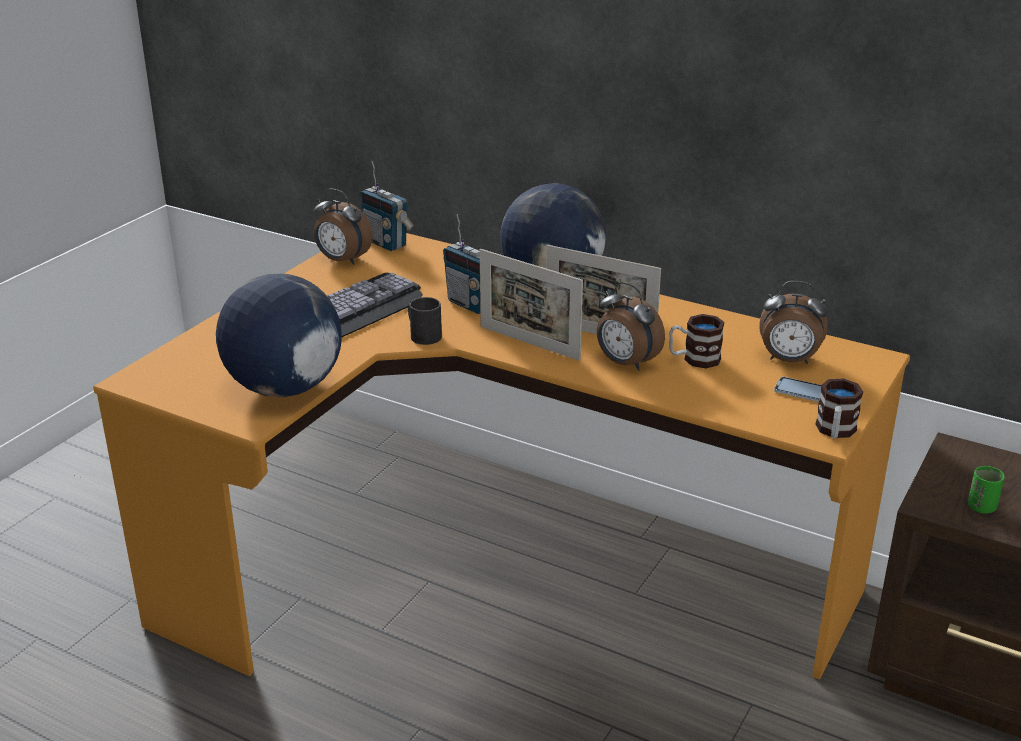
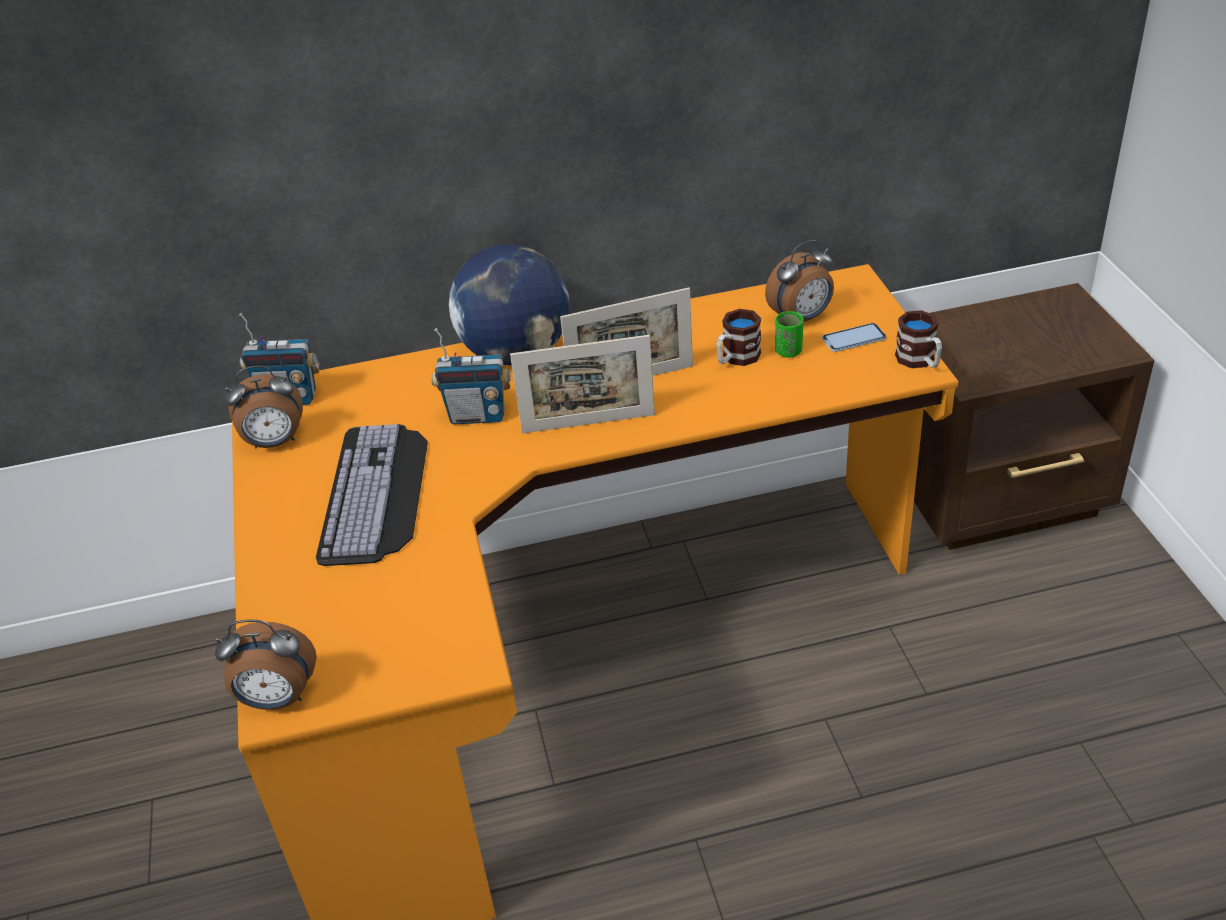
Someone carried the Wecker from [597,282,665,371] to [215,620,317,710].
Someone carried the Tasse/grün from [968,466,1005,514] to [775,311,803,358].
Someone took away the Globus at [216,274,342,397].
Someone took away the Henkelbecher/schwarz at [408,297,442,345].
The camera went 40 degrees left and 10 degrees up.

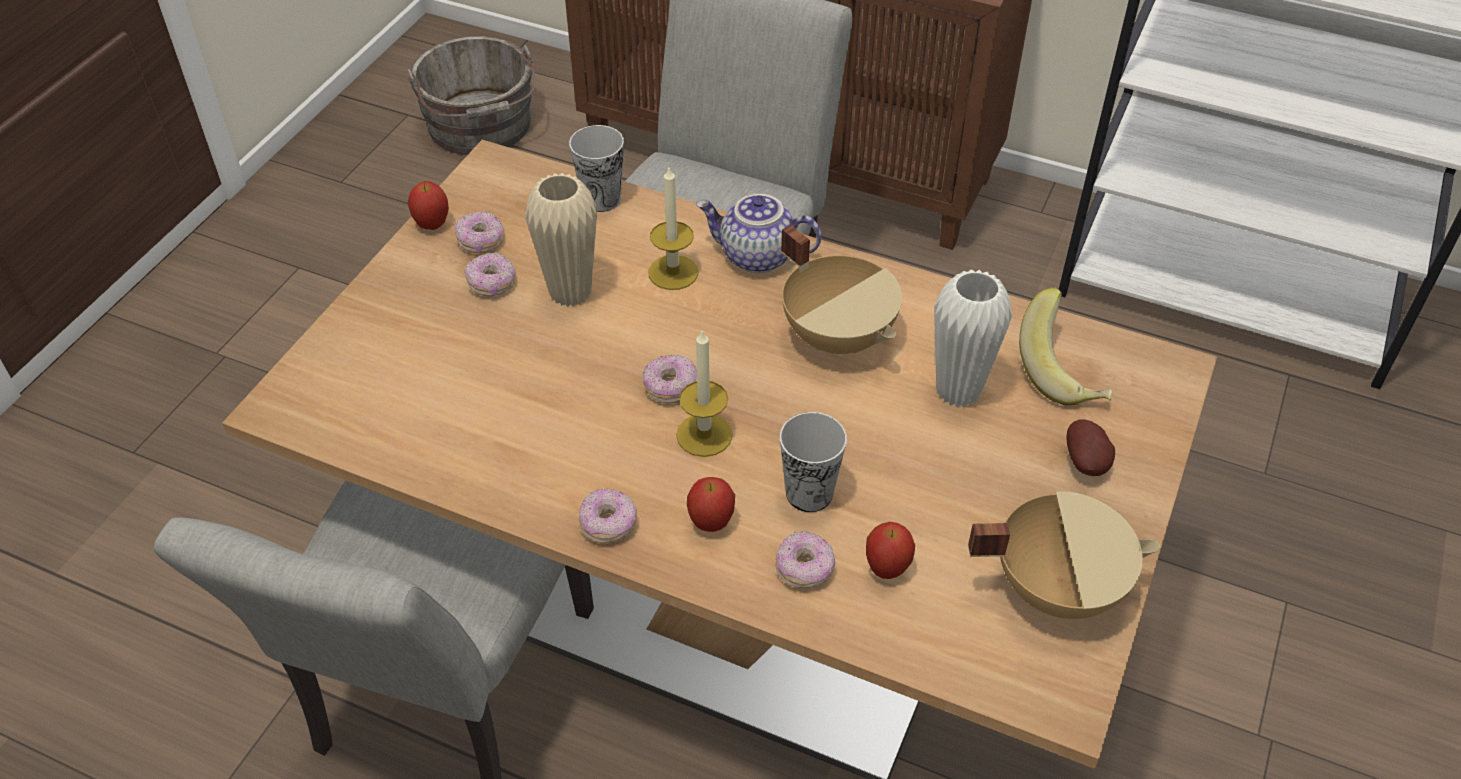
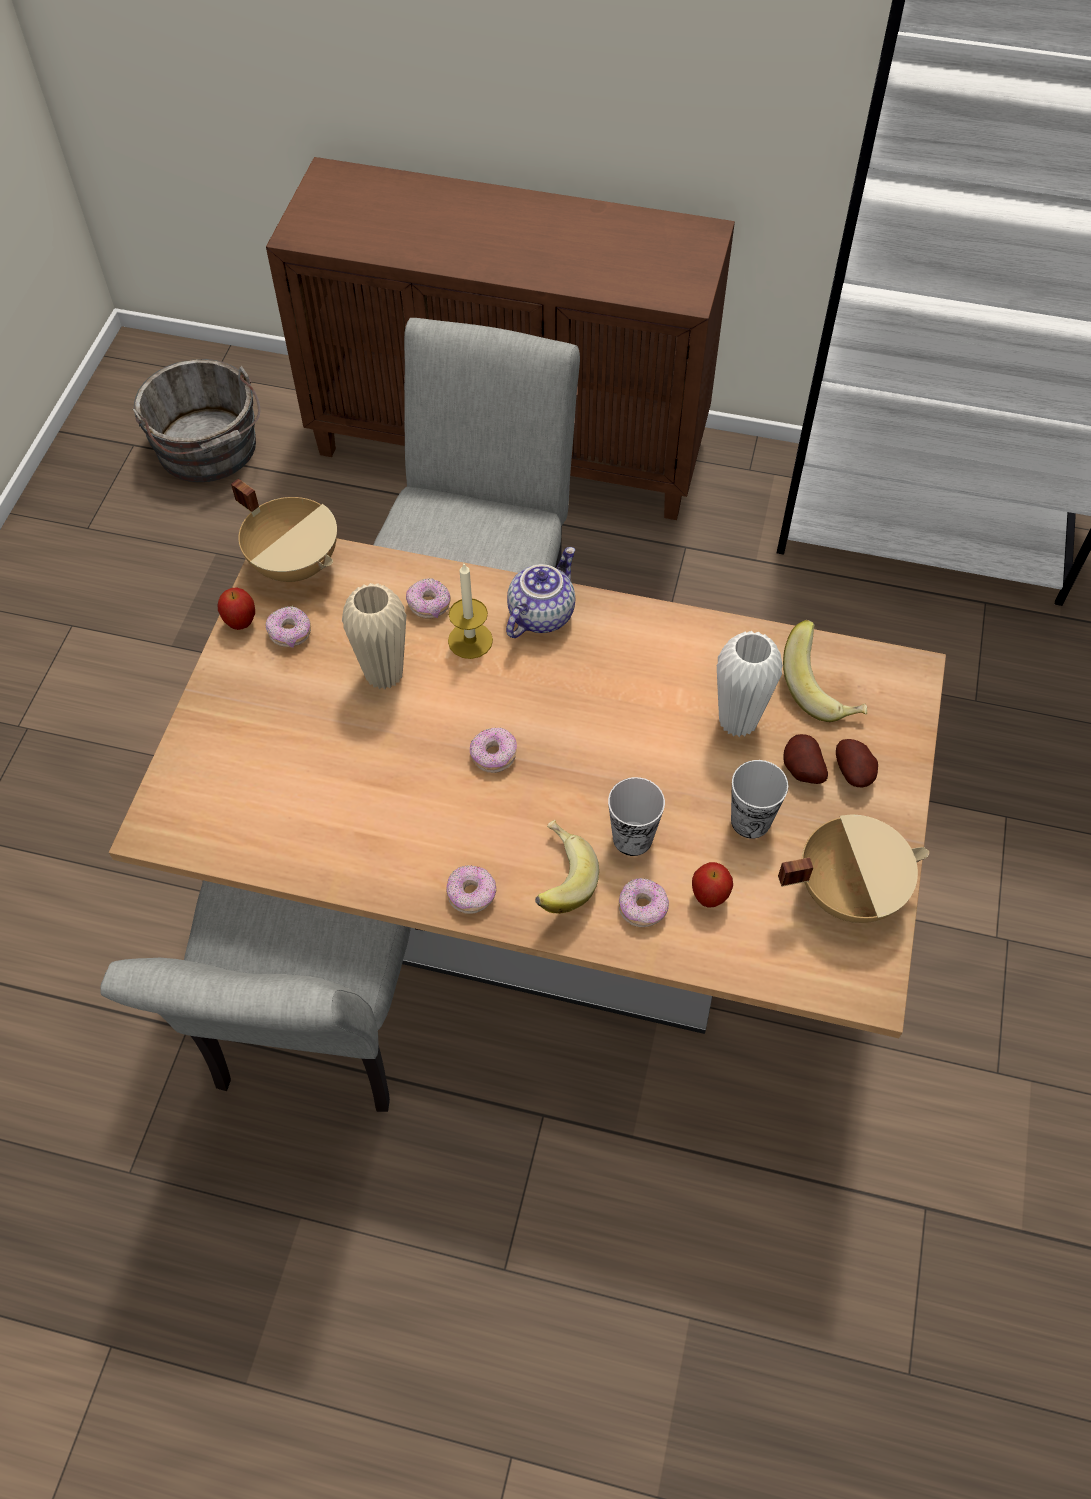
Someone carried the Kochtopf/beige from [781,225,902,354] to [231,479,337,582].
Someone carried the Donut from [465,252,516,296] to [406,578,451,619].
Someone rotated the Teekanne at [696,194,822,273] by 120 degrees clockwise.
Someone swapped the Apfel at [687,477,735,532] for the Banane at [535,820,599,914].
Someone carried the Tasse from [569,125,624,212] to [731,760,788,839].
Someone put down the Kartoffel at [784,734,828,784].
Someone took away the Kerze at [676,329,733,457].
The camera went 10 degrees left and 10 degrees up.

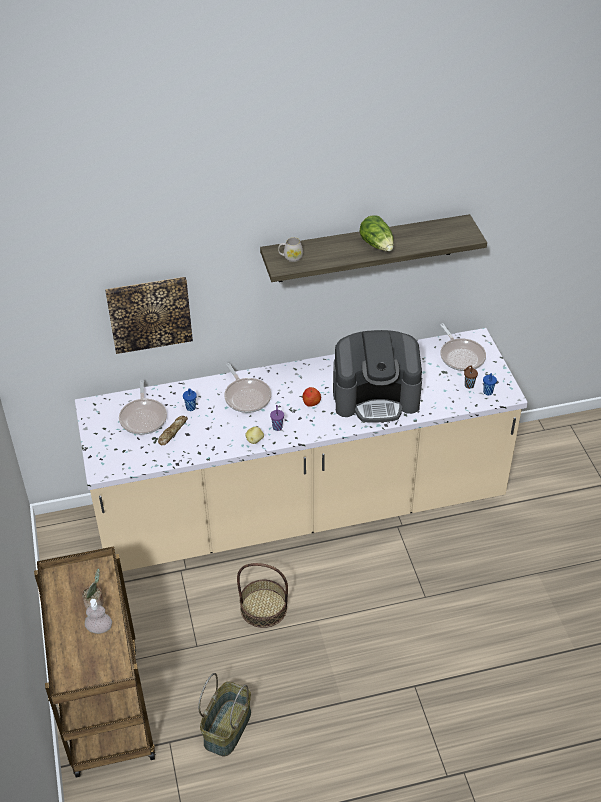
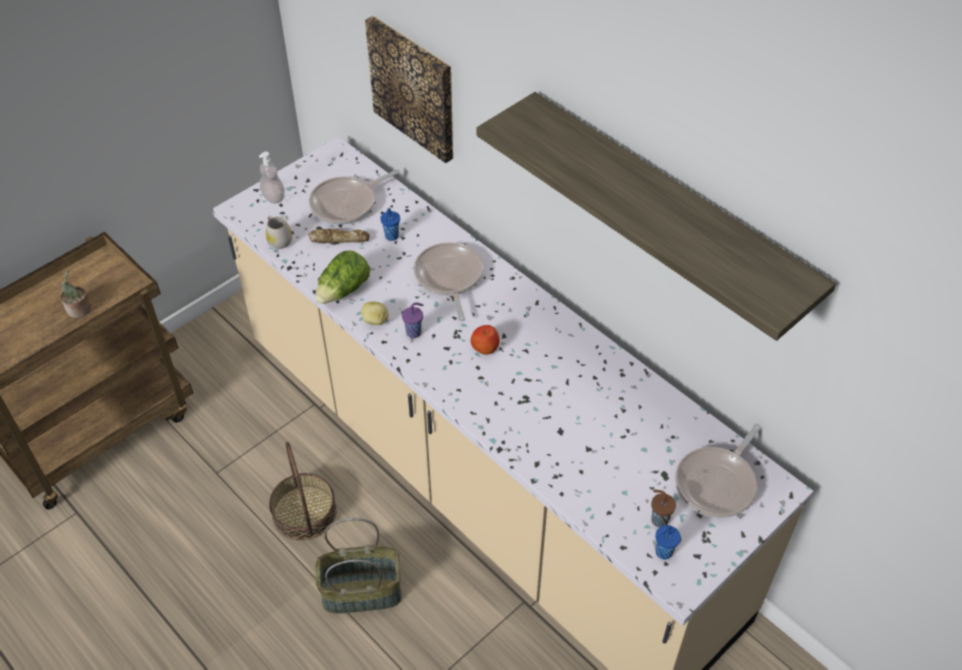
Someone carried the Seifenspender from [85,599,112,634] to [259,152,285,204].
Someone carried the Henkelbecher/weiß from [278,237,303,262] to [266,215,292,249].
Someone carried the Salatkopf from [360,215,394,251] to [315,250,370,304].
Someone carried the Korb from [198,673,251,757] to [315,518,401,613].
Someone rotated the Pfanne at [224,363,271,413] by 135 degrees clockwise.
Someone took away the Kaffeemaschine at [333,330,422,423].
The camera went 60 degrees right and 5 degrees up.

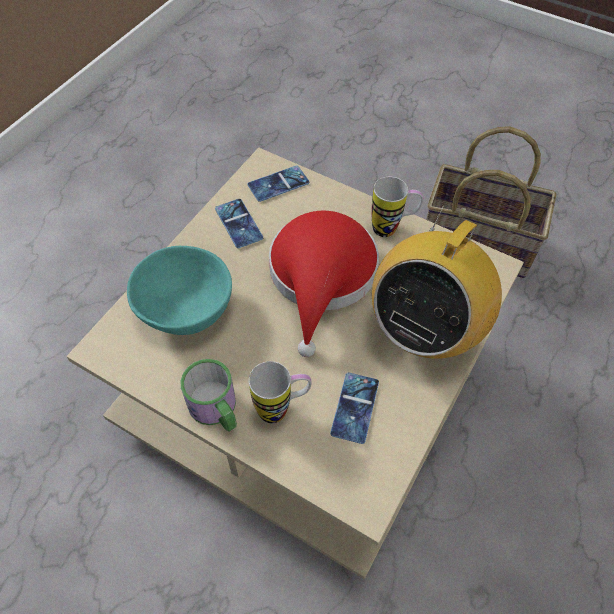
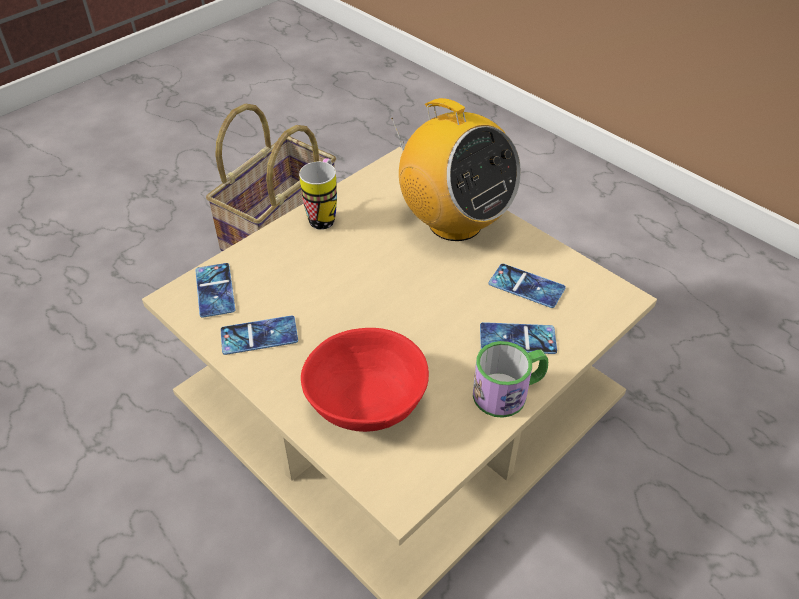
Someone repainted the Schüssel/türkis at [127,246,232,335], which became the Schüssel/rot at [301,328,429,432].
Someone swapped the Henkelbecher at [249,361,312,424] for the Handy at [480,322,557,354].
Someone took away the Hut/rot at [269,211,379,357].
The camera went 75 degrees left and 10 degrees down.

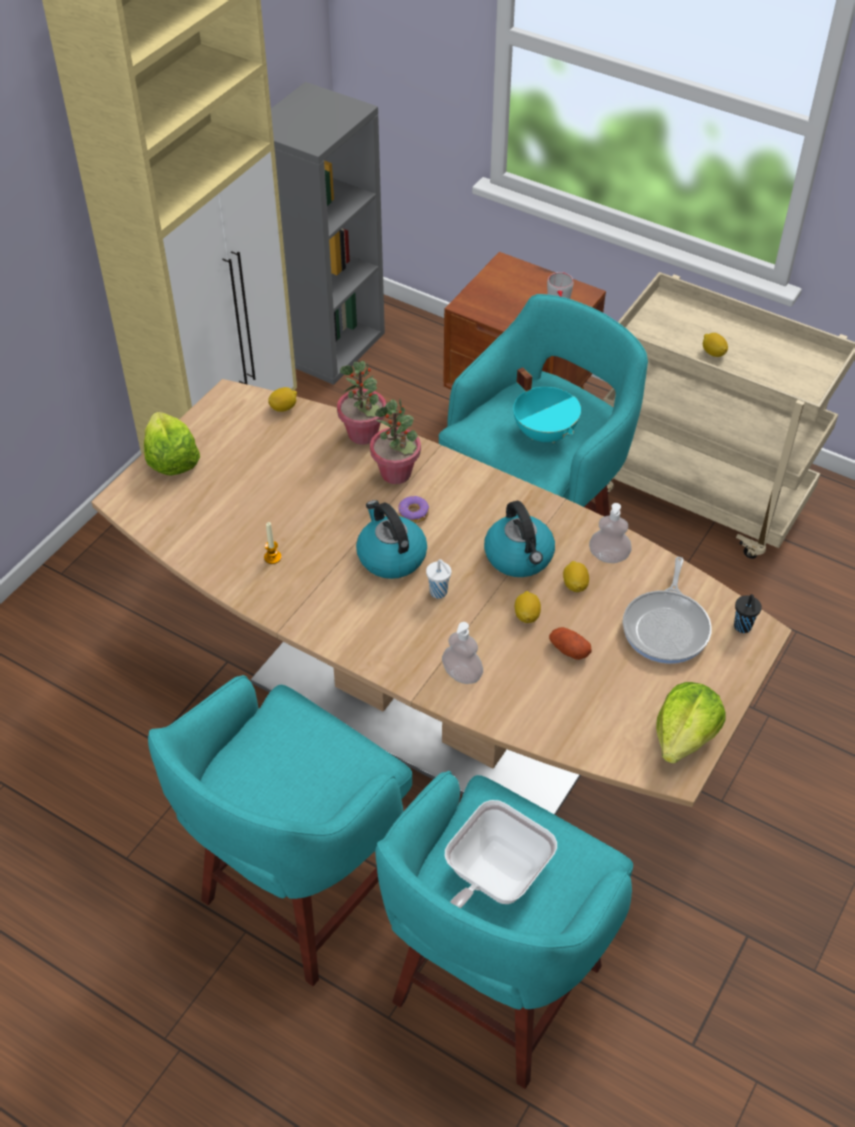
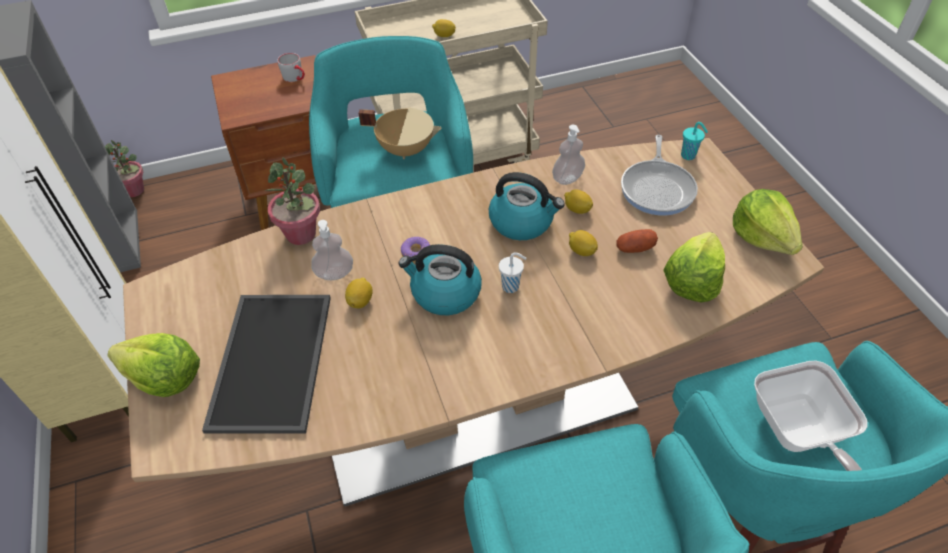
Someone carried the Topfpflanze from [370,399,421,484] to [105,140,144,197].
Someone put down the Tablett at [202,295,331,434].
Someone carried the Seifenspender from [442,622,483,684] to [311,220,353,280].
Someone carried the Zitrone from [268,387,297,412] to [345,277,373,308].
Someone repainted the Kochtopf/türkis at [513,367,581,443], which became the Kochtopf/beige at [358,108,442,159].
Someone rotated the Pfanne at [623,557,712,664] by 45 degrees clockwise.
Someone put down the Salatkopf at [663,232,725,303].
Someone repainted the Tasse/schwarz at [734,594,762,633], which became the Tasse/türkis at [681,122,708,160].
Someone took away the Kerze at [264,522,282,564].
The camera went 50 degrees left and 0 degrees up.

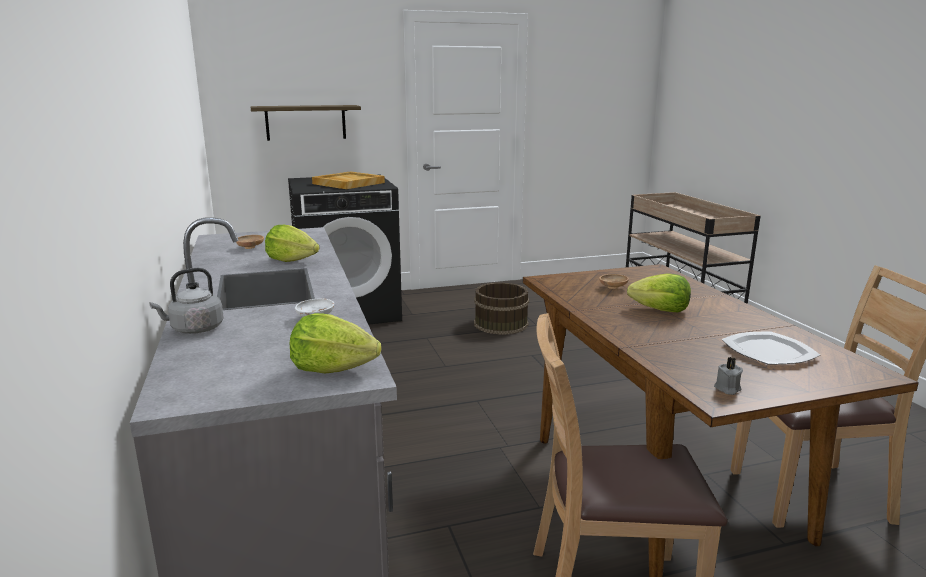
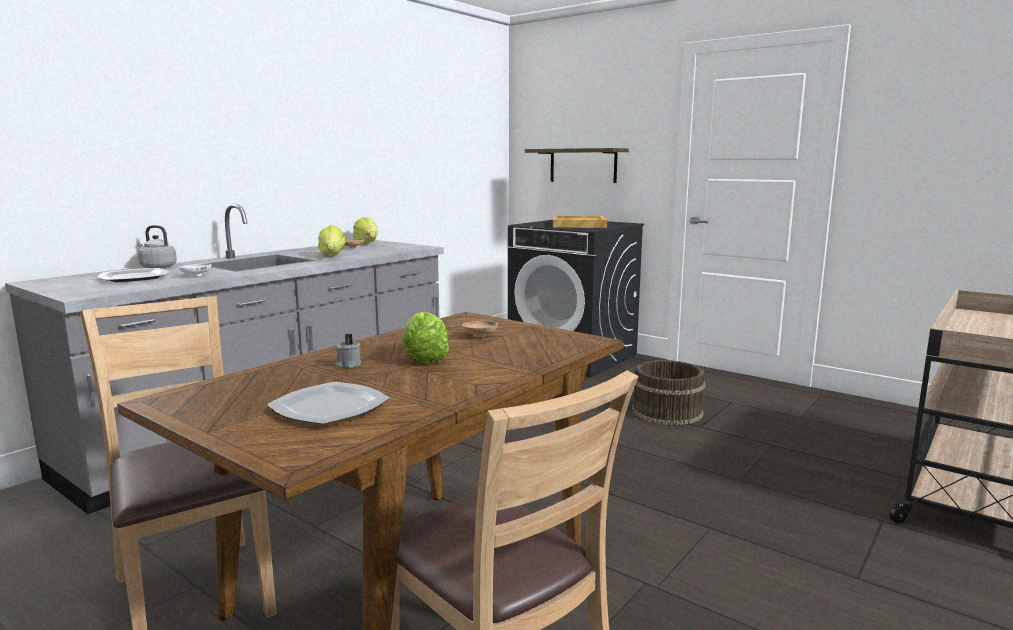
Someone put down the Teller at [98,268,169,282].
Someone carried the Kerze/grau from [714,357,743,395] to [336,334,361,368].
Someone carried the Salatkopf from [289,313,381,374] to [353,217,378,244].
The camera went 55 degrees right and 5 degrees down.

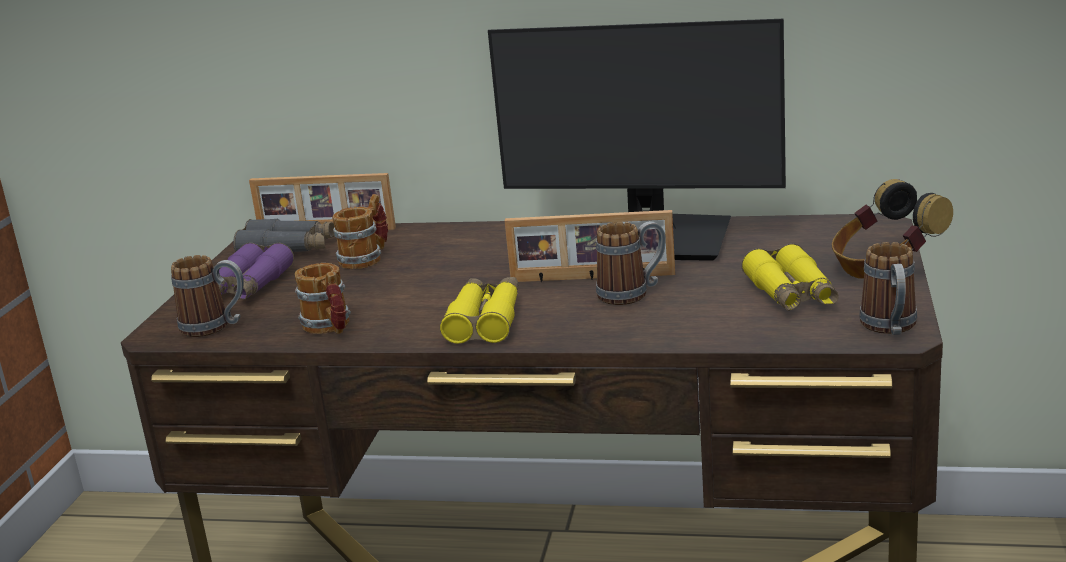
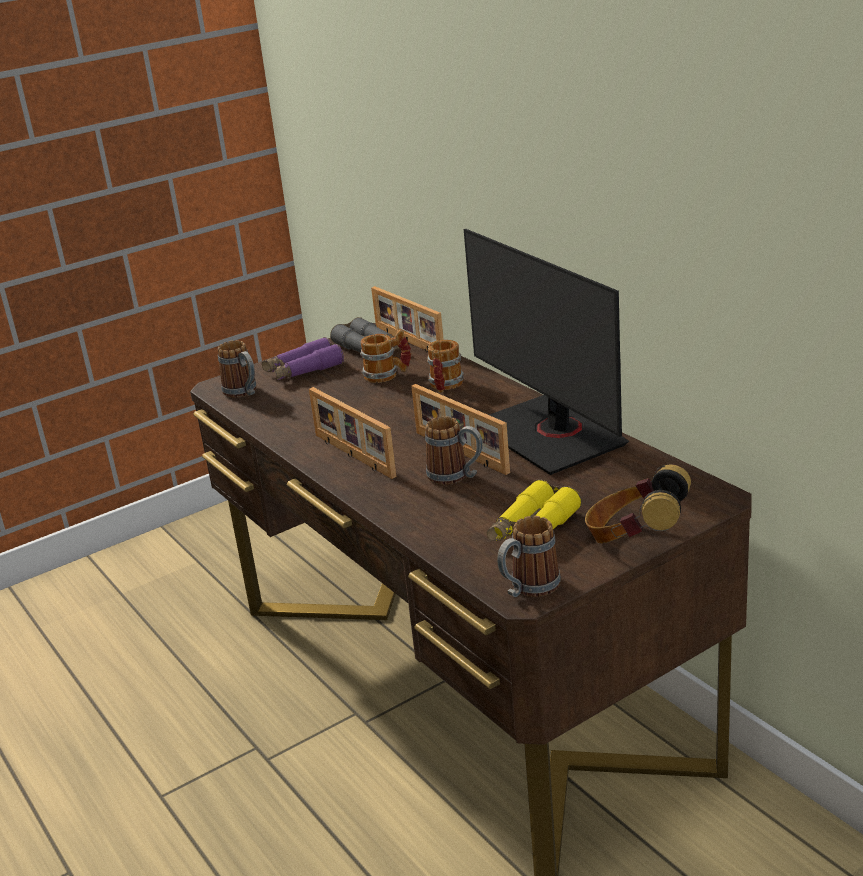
Someone swapped the Fernglas/gelb at [440,277,519,344] for the Bilderrahmen at [309,387,396,479].
Someone carried the Henkelbecher from [295,263,351,334] to [427,340,464,393].
The camera went 45 degrees right and 5 degrees up.

